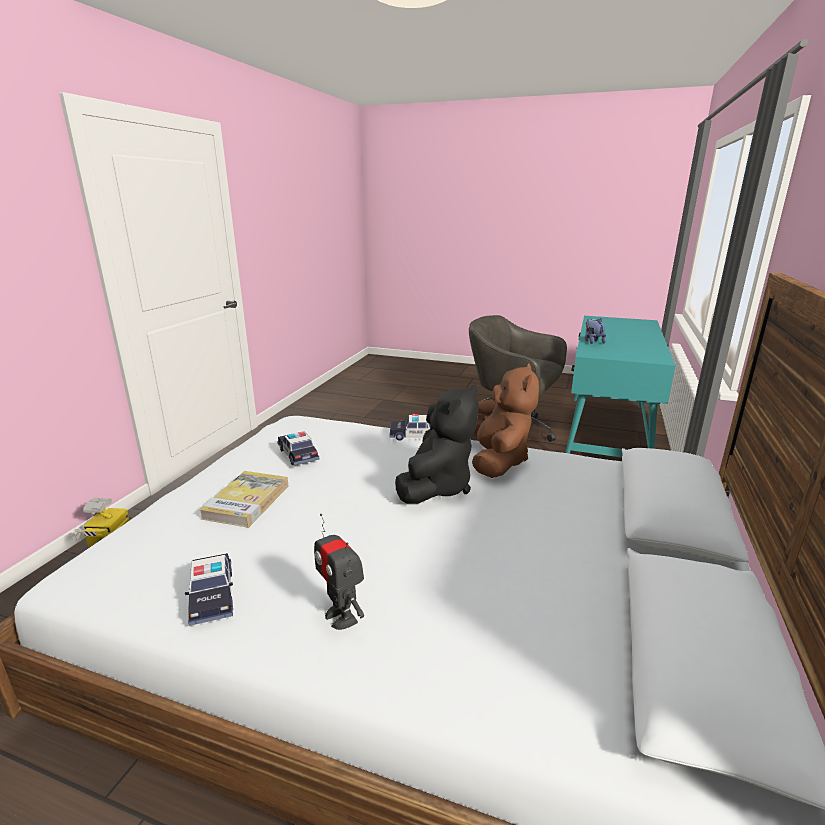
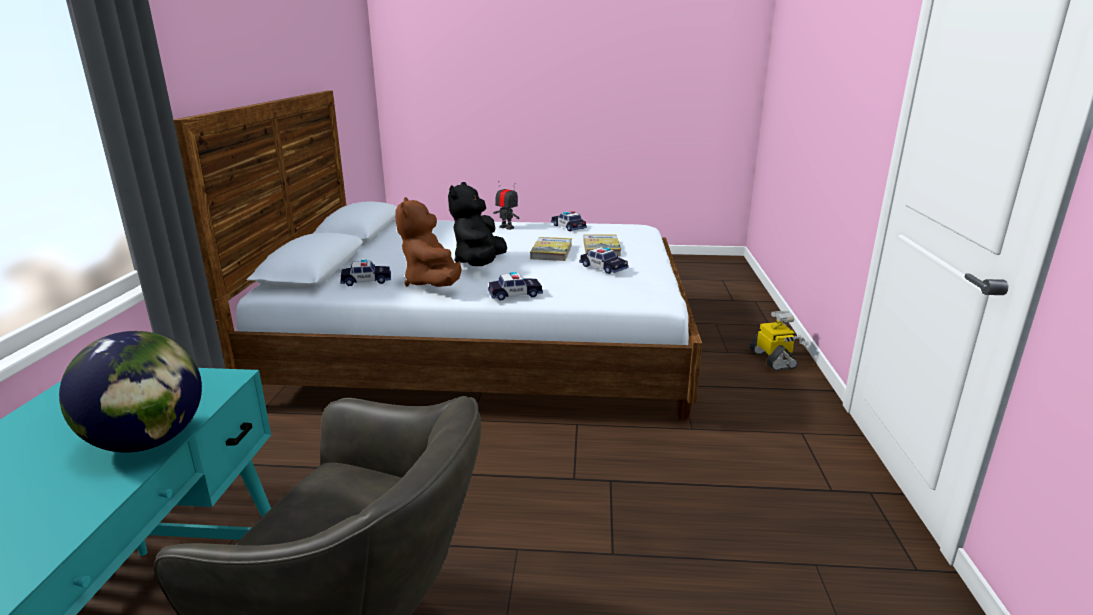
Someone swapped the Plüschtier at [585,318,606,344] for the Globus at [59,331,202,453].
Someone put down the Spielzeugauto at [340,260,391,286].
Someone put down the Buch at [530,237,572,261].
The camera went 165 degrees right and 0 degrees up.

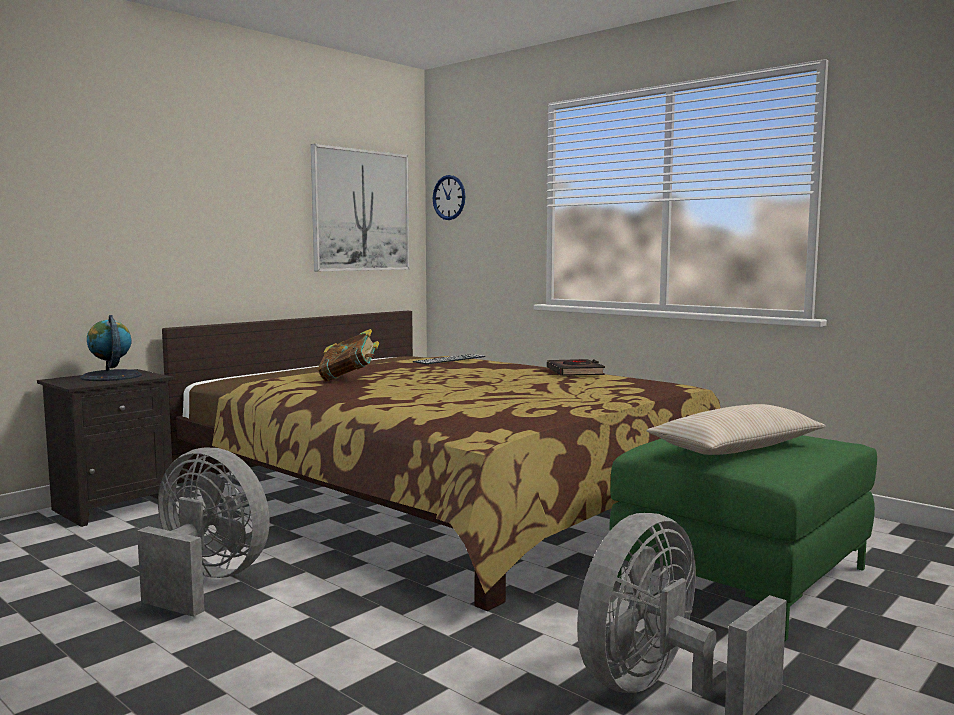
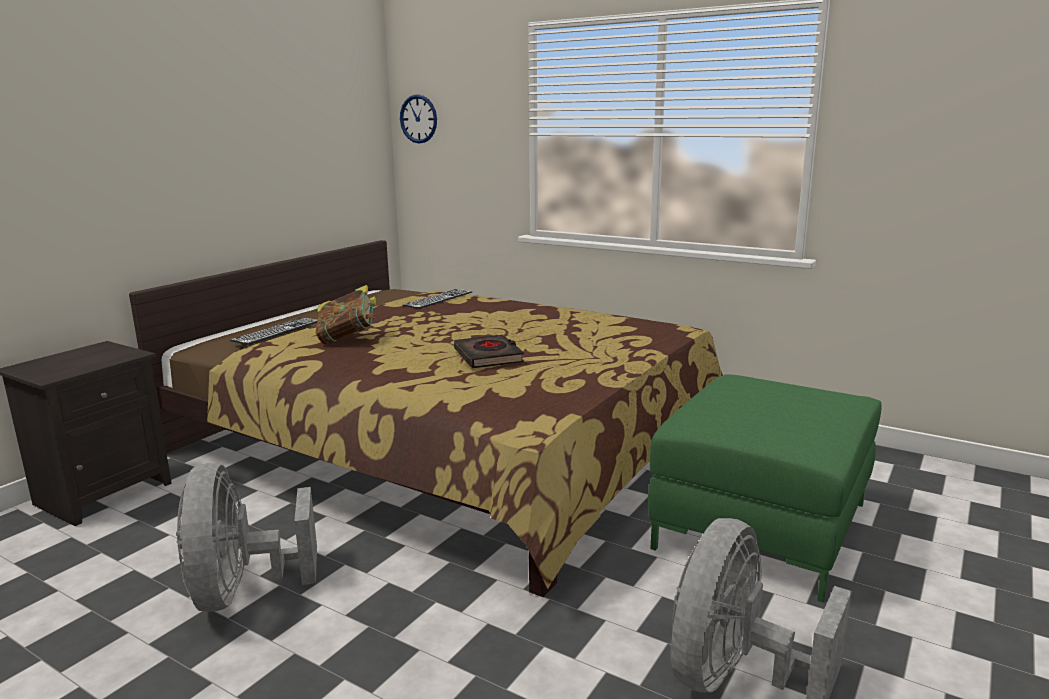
Someone rotated the Ventilator/grau at [137,447,270,617] by 120 degrees counterclockwise.
Someone put down the Tastatur at [230,318,318,345].
Someone carried the Buch/schwarz from [547,359,605,376] to [454,335,524,368].
Someone took away the Globus at [80,315,142,381].
Someone took away the Bild at [311,144,410,271].
Someone took away the Kissen/beige at [647,404,826,455].
The camera went 10 degrees left and 10 degrees up.

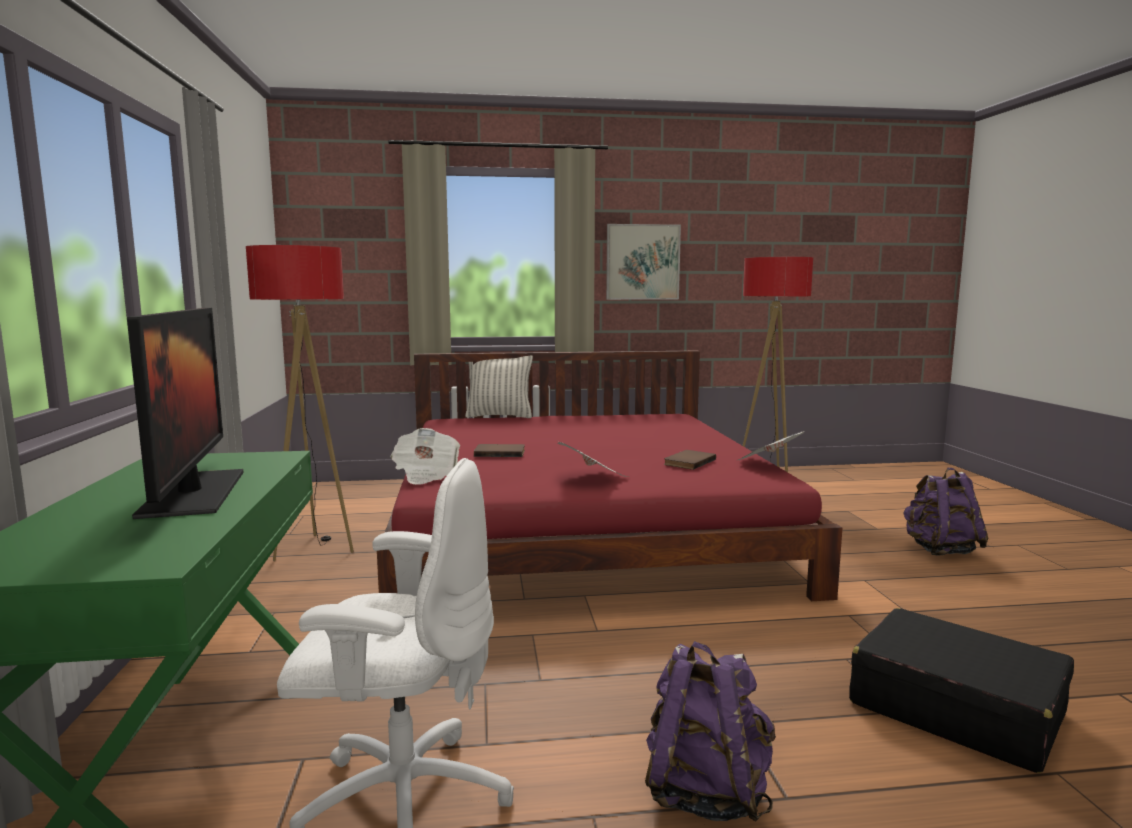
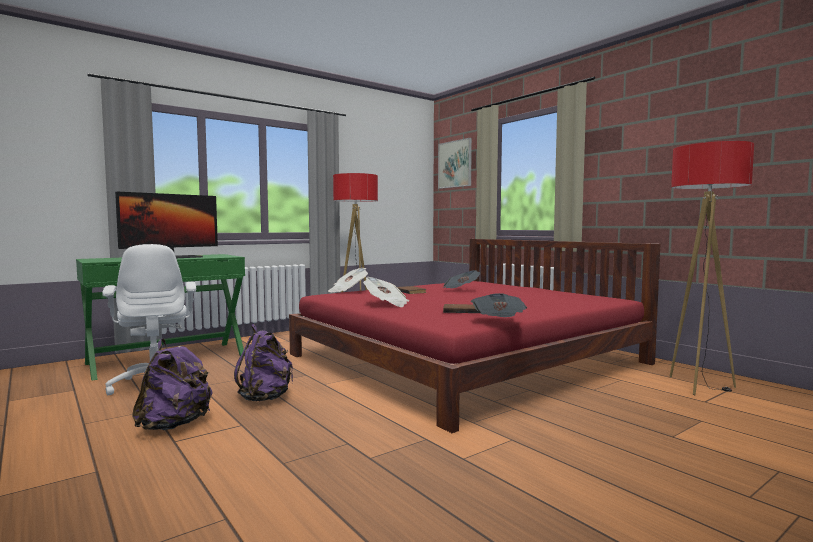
Someone carried the Rucksack/lila from [903,468,988,556] to [234,324,293,401].
Someone carried the Bild from [606,224,681,300] to [438,138,472,189].
Someone put down the Zeitung at [443,270,480,288].
Someone took away the Kissen at [465,355,533,418].
Someone took away the Koffer/schwarz at [849,608,1074,773].
The camera went 60 degrees right and 5 degrees down.

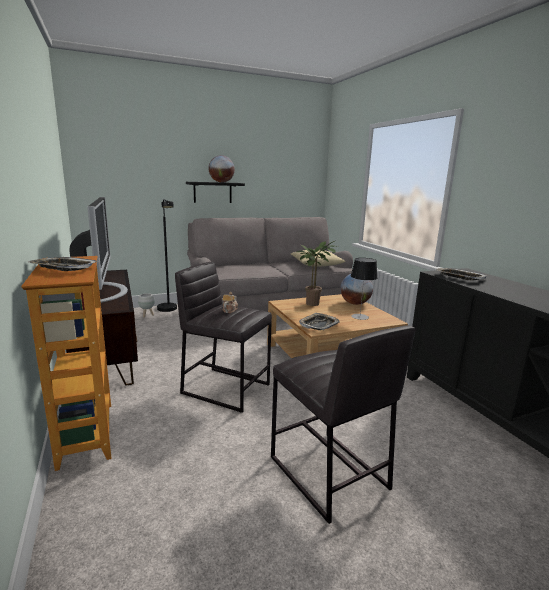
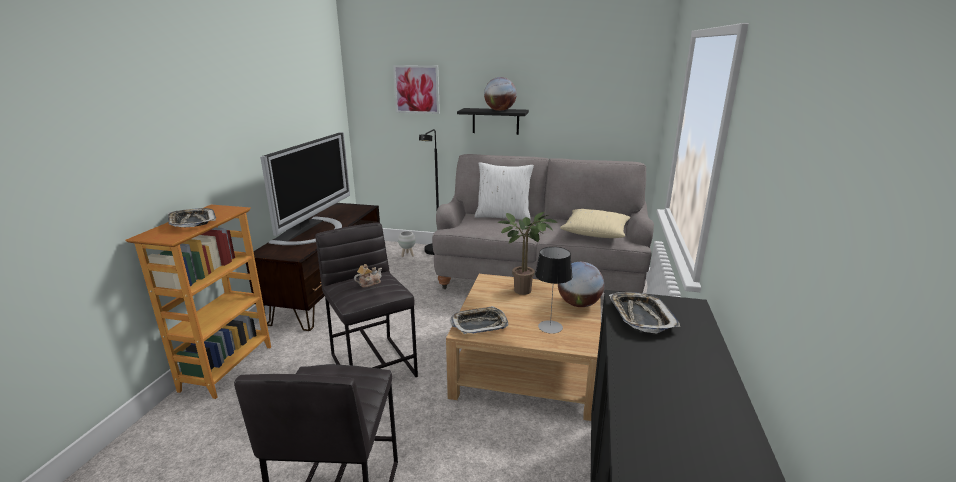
Someone put up the Bild at [393,65,440,114].
Someone put down the Kissen/weiß at [475,162,534,221].
The camera went 35 degrees right and 5 degrees up.

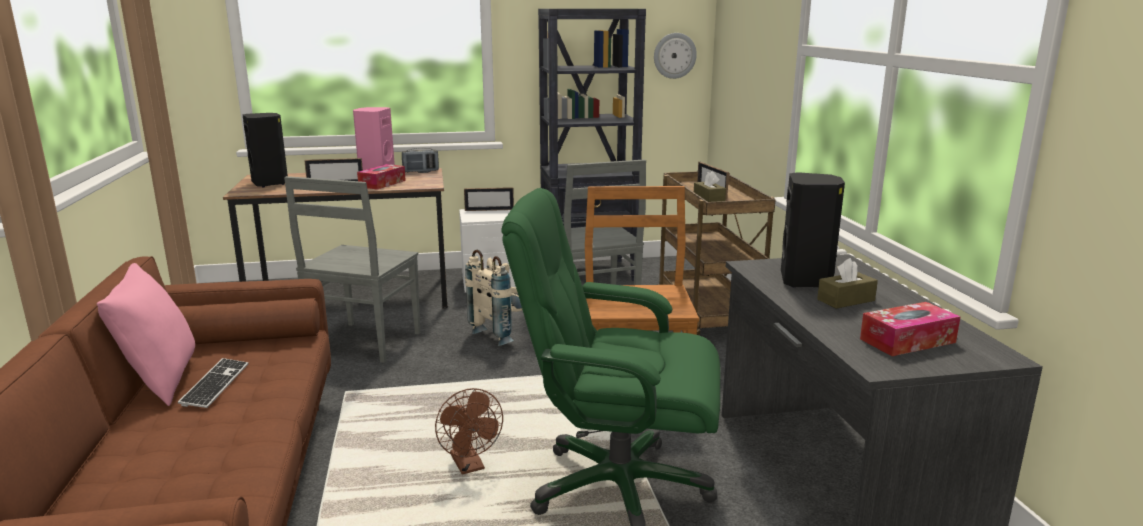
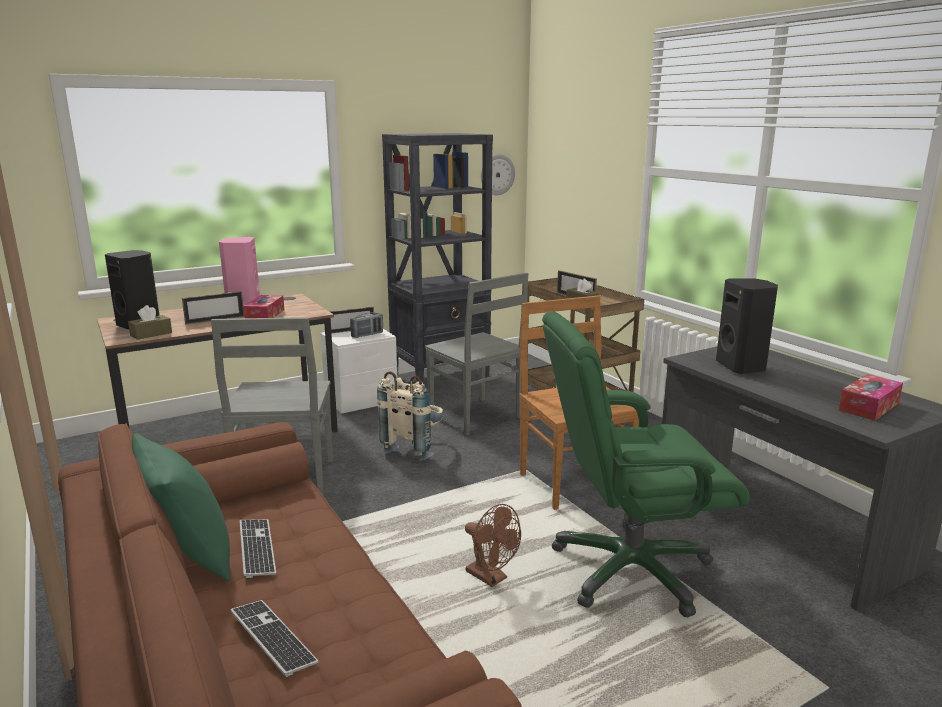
Someone carried the Taschentuchbox/braun from [817,258,878,309] to [128,305,172,340].
Someone repainted the Kissen/rosa at [97,263,195,406], which became the Kissen/grün at [132,433,230,581].
Someone put down the Tastatur at [230,600,318,677].
Someone carried the Radio from [402,148,439,172] to [350,312,383,338].
The camera went 20 degrees left and 0 degrees up.

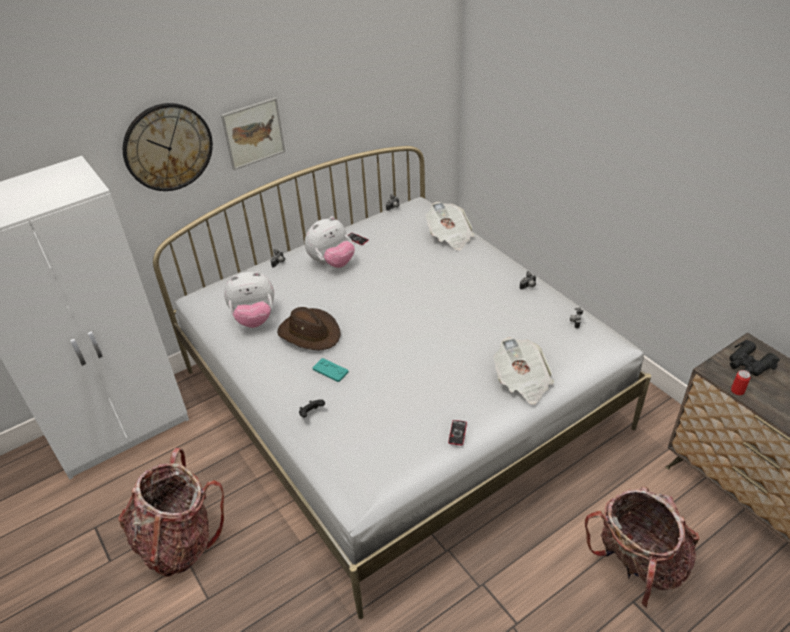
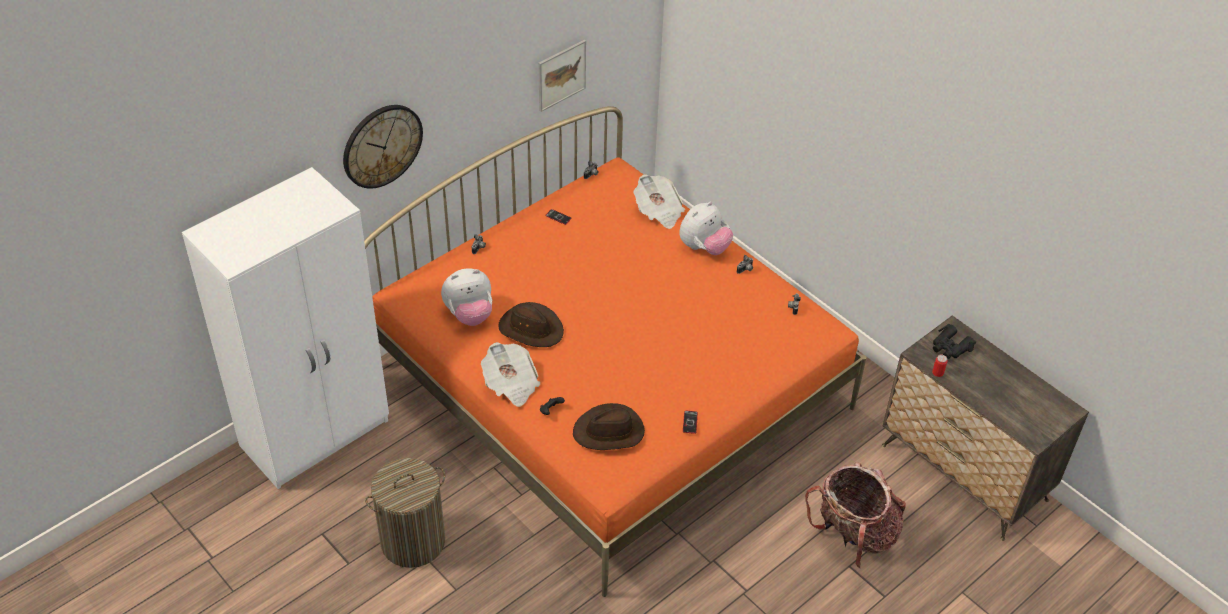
Someone repainted the Bett/weiß at [153,146,651,619], which became the Bett/orange at [364,106,867,597].
Someone swapped the Rucksack at [118,448,224,577] for the Wäschekorb at [365,458,445,568].
Someone carried the Zeitung from [493,337,554,404] to [481,342,540,407].
Someone carried the Bild from [221,97,285,170] to [538,40,586,112].
Someone put down the Hut/braun at [573,403,645,450].
Someone carried the Plüschtier from [305,216,355,268] to [679,201,733,255].
Someone took away the Gamepad/türkis at [312,358,349,382].
The camera went 10 degrees left and 5 degrees up.

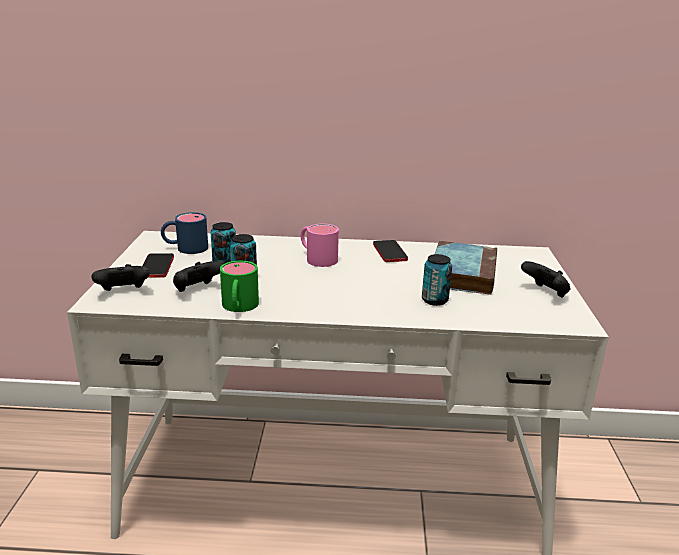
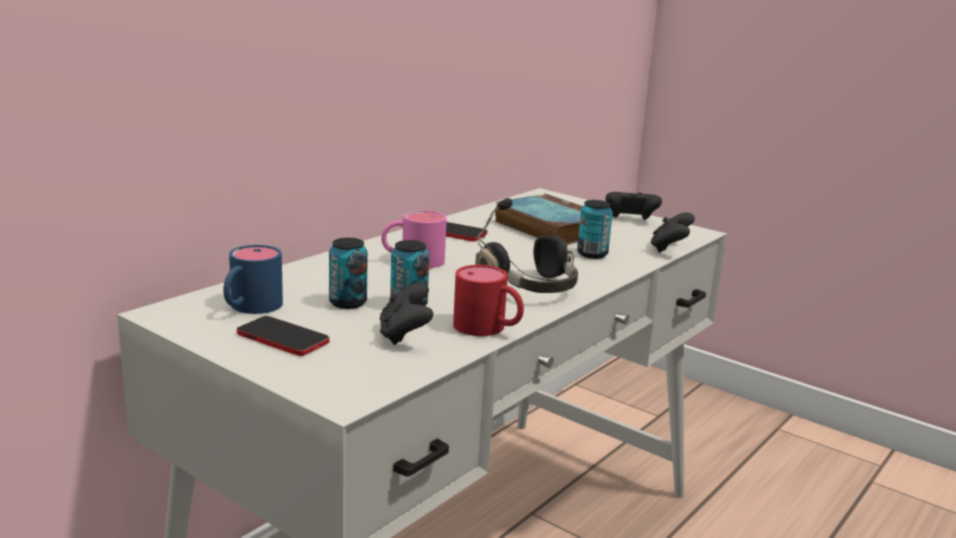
Someone repainted the Henkelbecher/grün at [220,261,259,312], which became the Henkelbecher/rot at [453,265,524,336].
Someone put down the Kopfhörer/schwarz at [475,198,578,293].
Someone carried the Gamepad/schwarz from [92,264,150,291] to [651,213,695,253].
The camera went 55 degrees left and 5 degrees down.

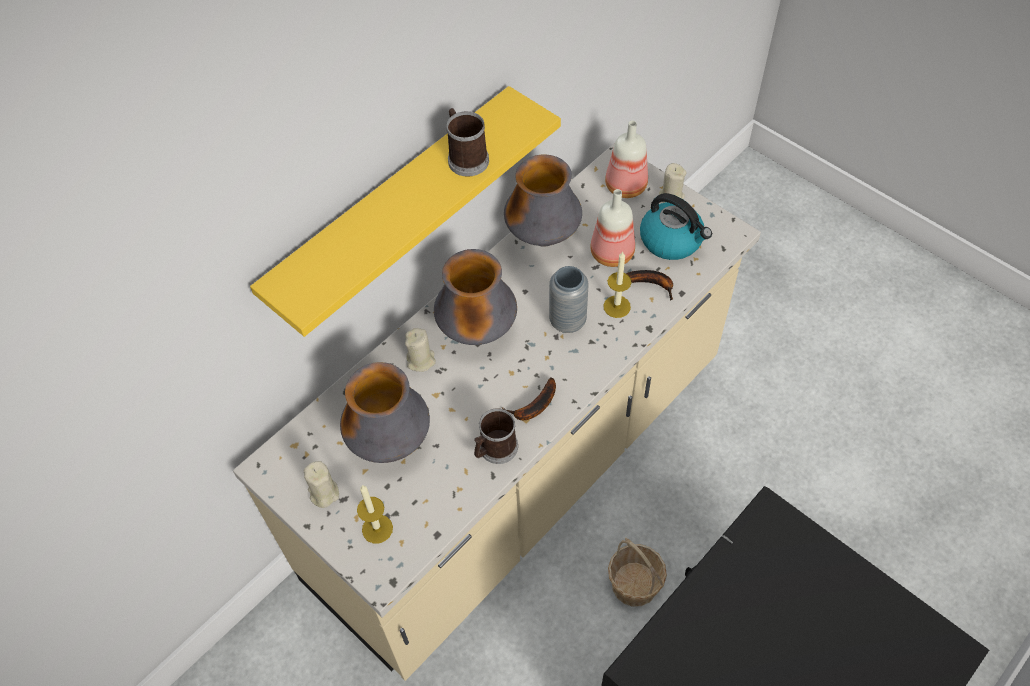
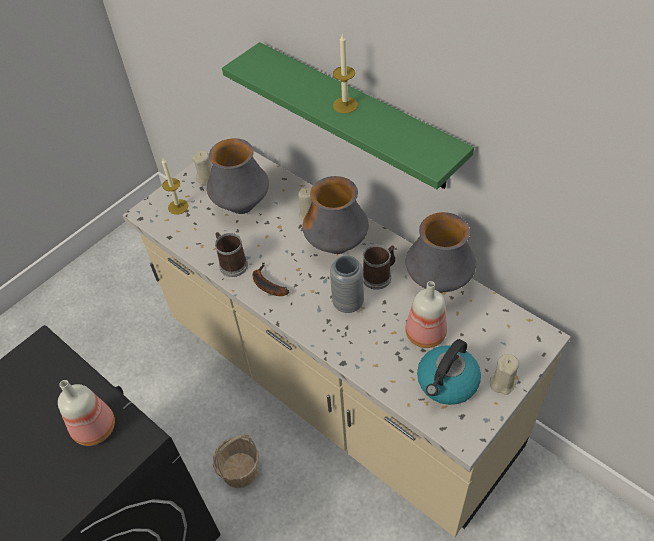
Someone carried the Flasche from [605,120,648,198] to [58,380,115,446].
Someone repainted the Wandregal/gelb at [250,86,561,337], which became the Wandregal/grün at [222,42,474,189].
Someone carried the Kerze from [603,251,632,318] to [333,33,358,114].
Someone carried the Henkelbecher from [446,108,489,177] to [363,244,395,290].
Someone took away the Banane at [626,270,673,300].
The camera went 90 degrees right and 5 degrees down.

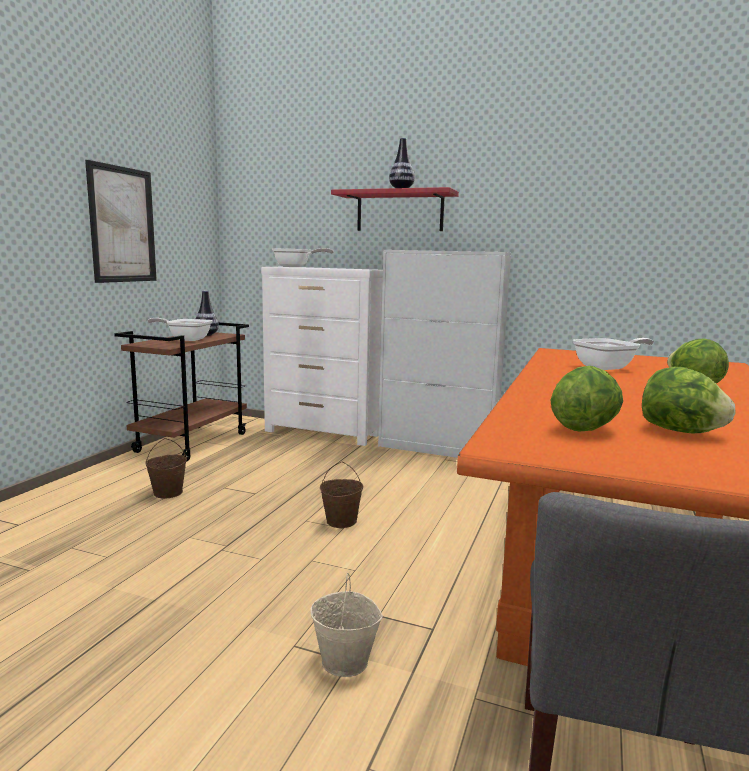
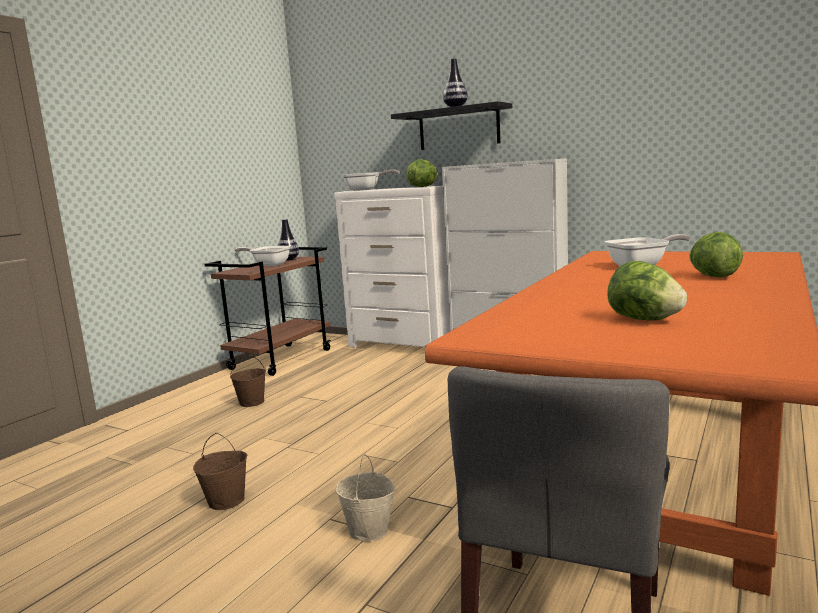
Someone carried the Eimer/braun from [320,462,363,528] to [193,433,247,510].
Someone repainted the Wandregal/rot at [331,187,459,231], which became the Wandregal/schwarz at [391,101,512,150].
Someone carried the Salatkopf from [550,366,623,431] to [406,159,437,187].
Someone took away the Bild at [85,160,157,283].
The camera went 10 degrees right and 0 degrees up.

